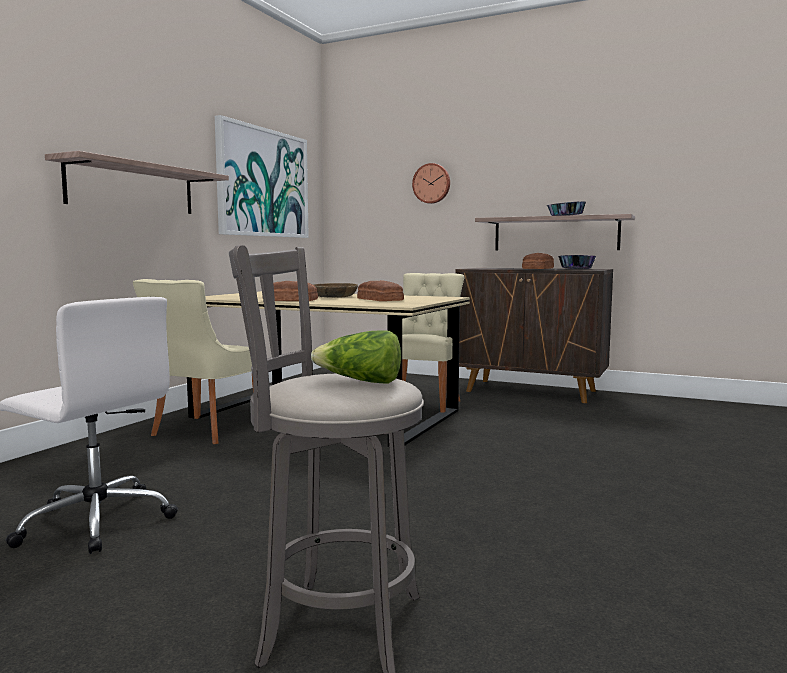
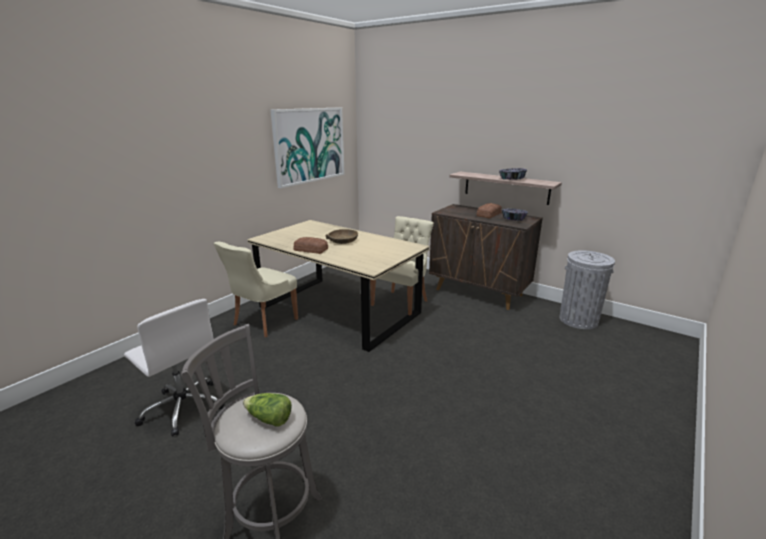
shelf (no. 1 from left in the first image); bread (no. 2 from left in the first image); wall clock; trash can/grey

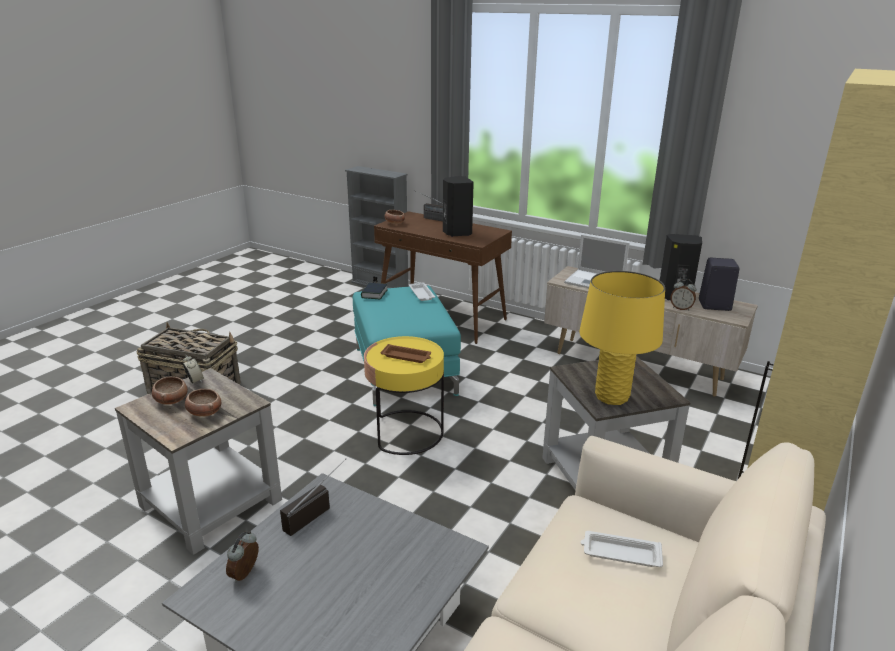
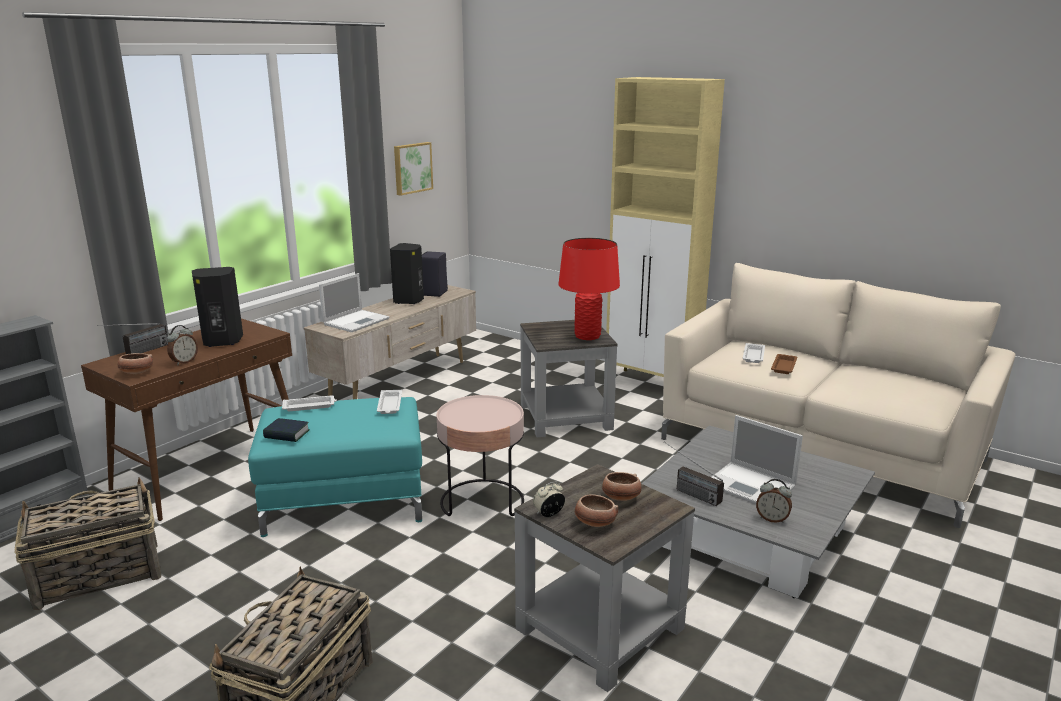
side table/pink; tray/brown; table lamp/red; alarm clock (no. 1 from left); basket (no. 1 from left); tray/white (no. 2 from left); picture; laptop (no. 2 from left)

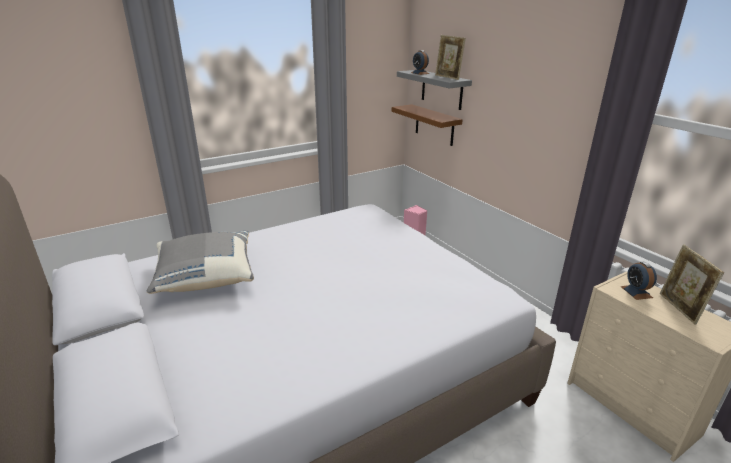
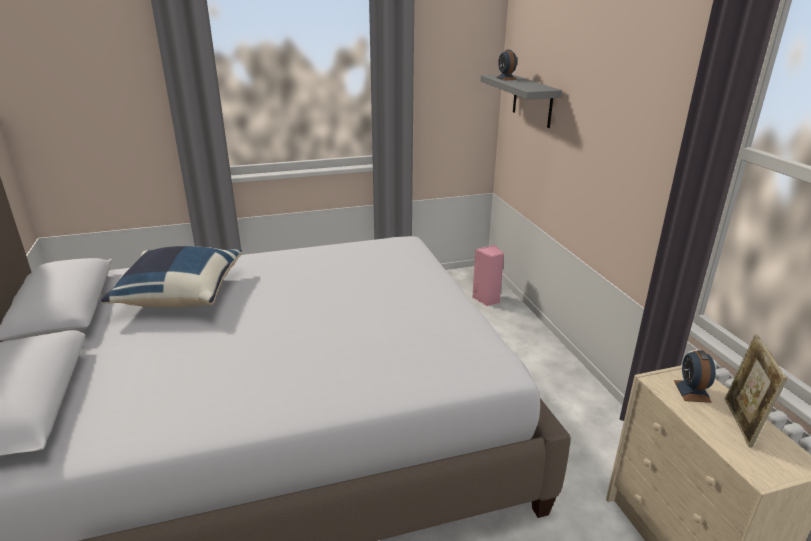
pillow/blue; shelf/brown; picture frame (no. 1 from left in the first image)

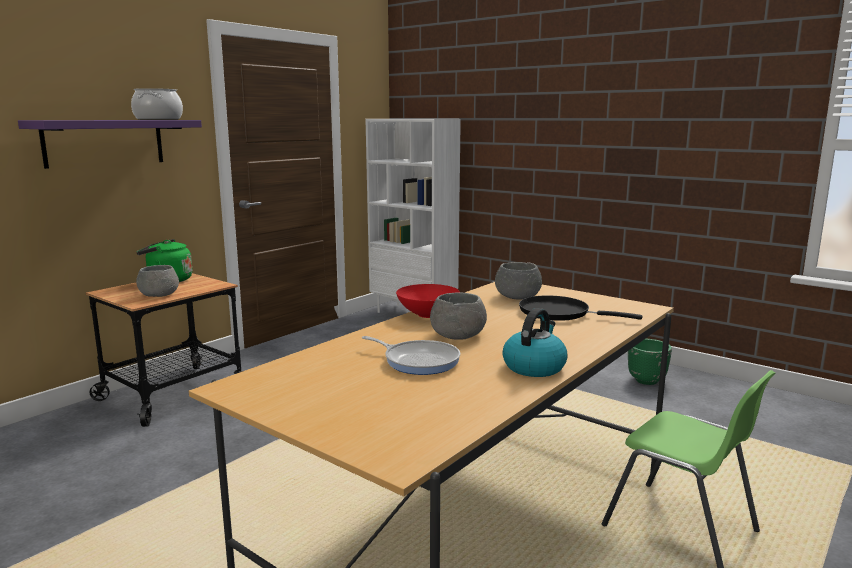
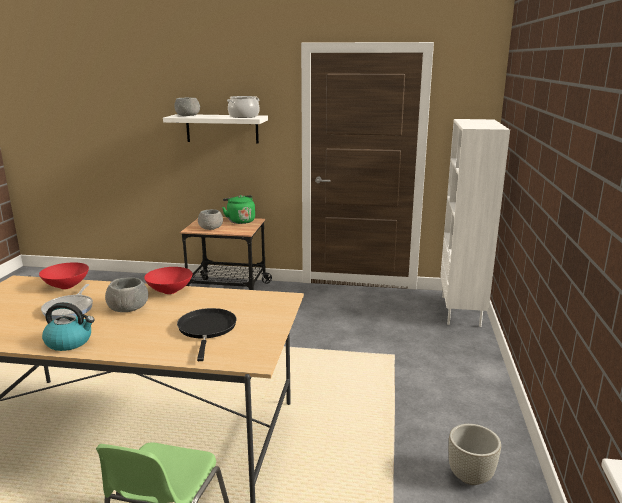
shelf/white; bowl/grey (no. 2 from left); planter/grey; bowl/red (no. 1 from left)

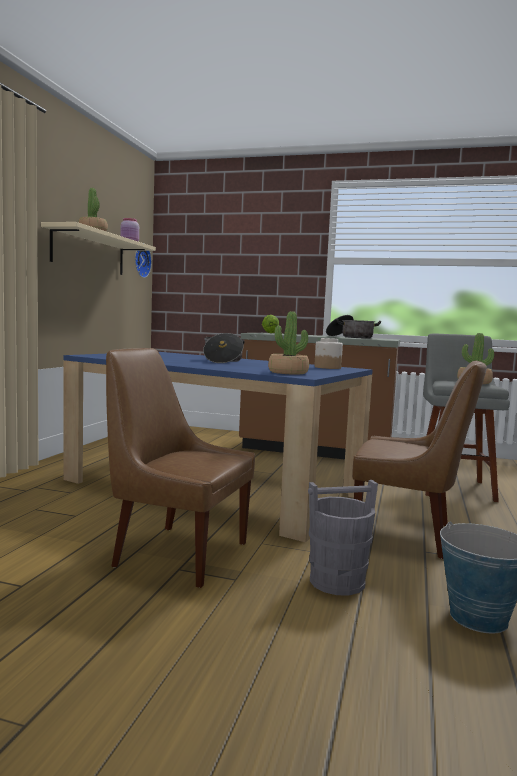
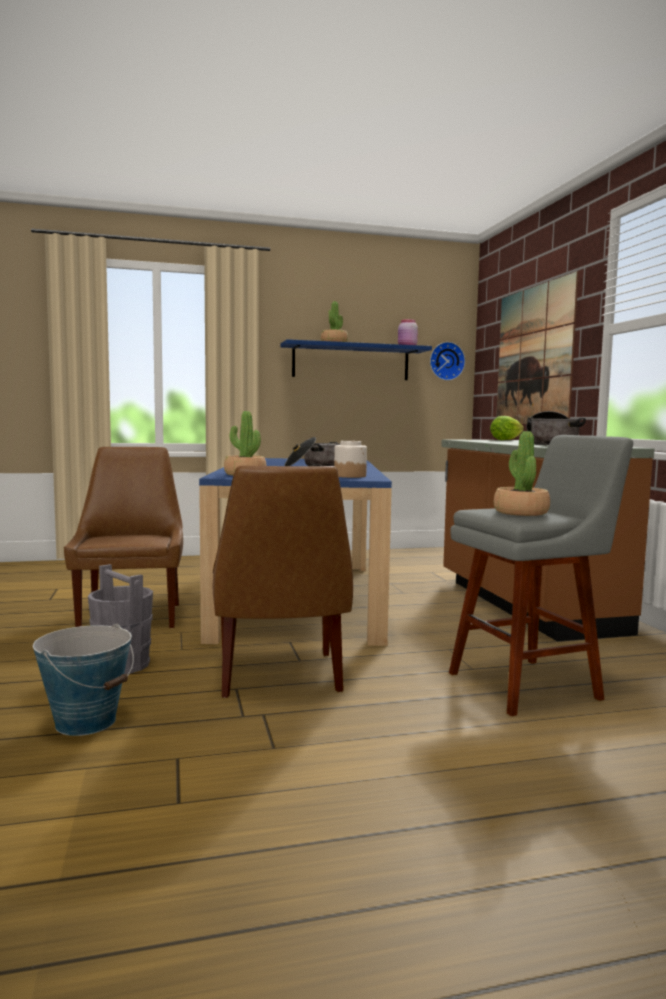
shelf/blue; picture

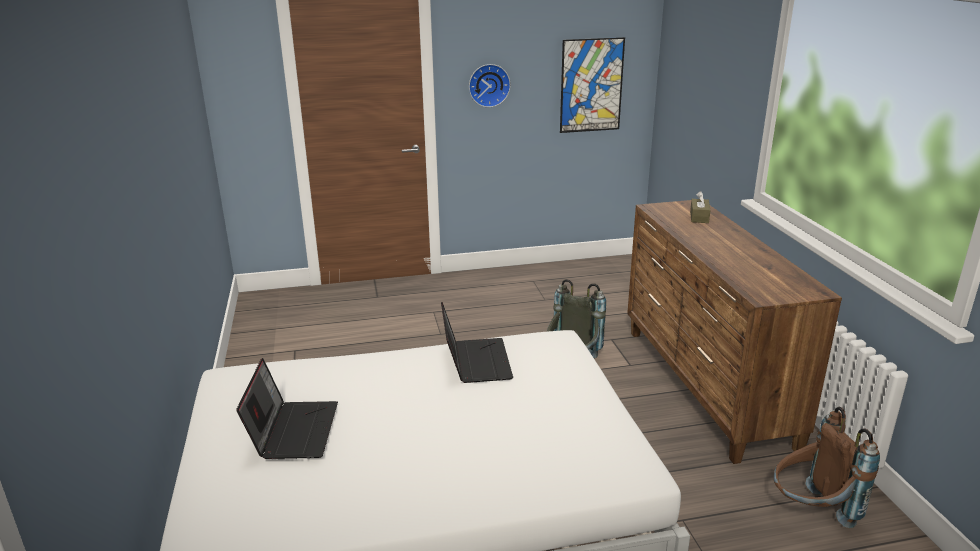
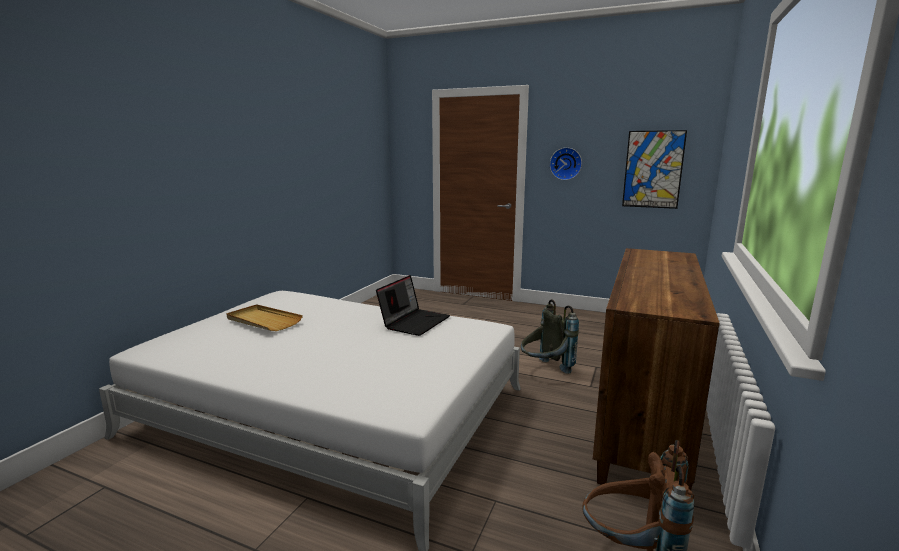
tray/beige; tissue box/brown

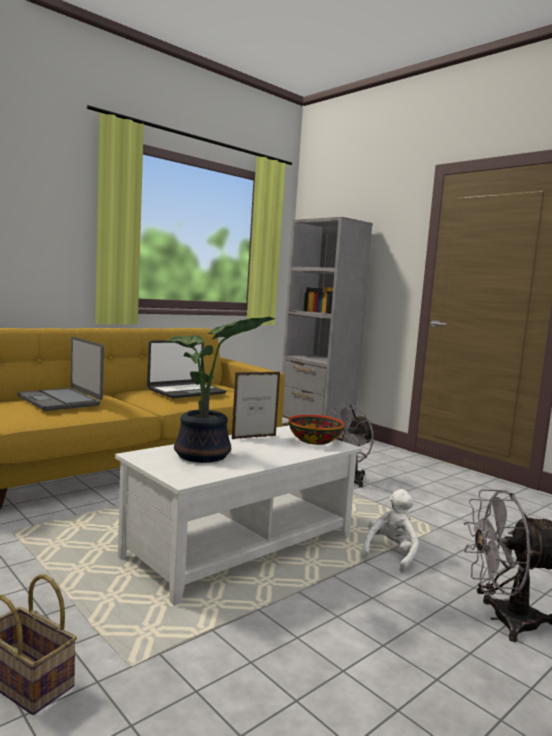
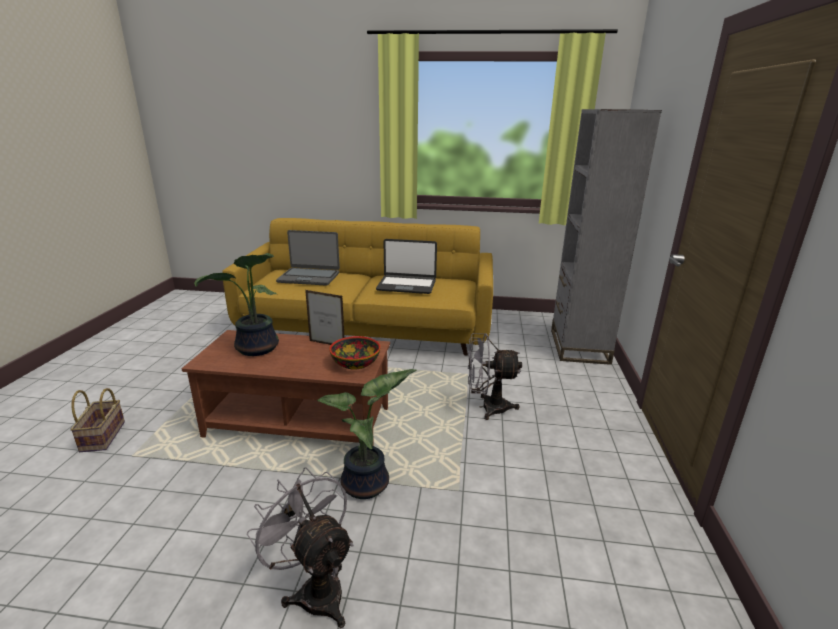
laptop (no. 1 from left); coffee table/brown; potted plant (no. 2 from left)

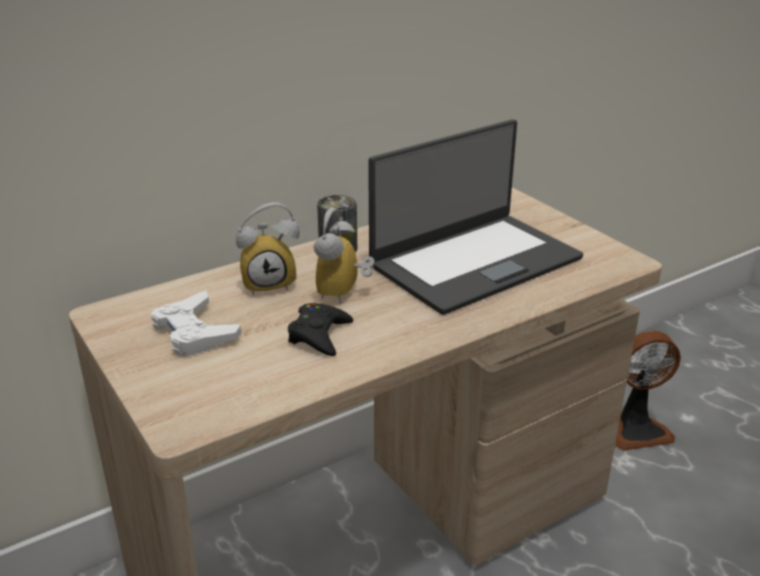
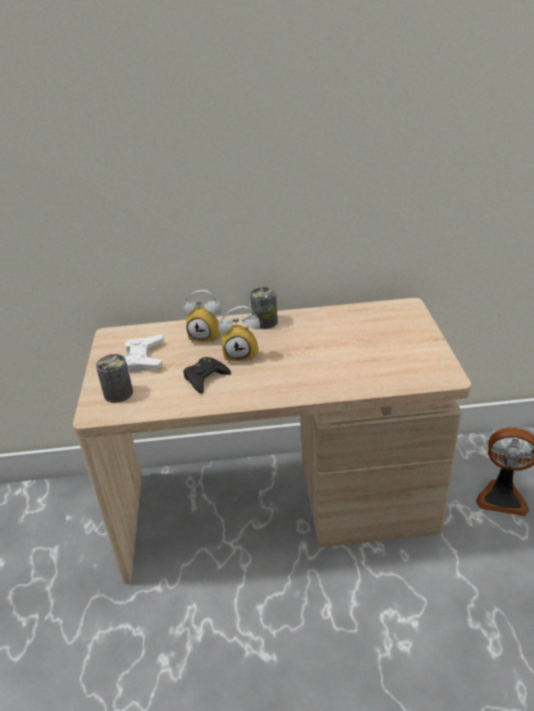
alarm clock (no. 2 from left); laptop; can (no. 1 from left)

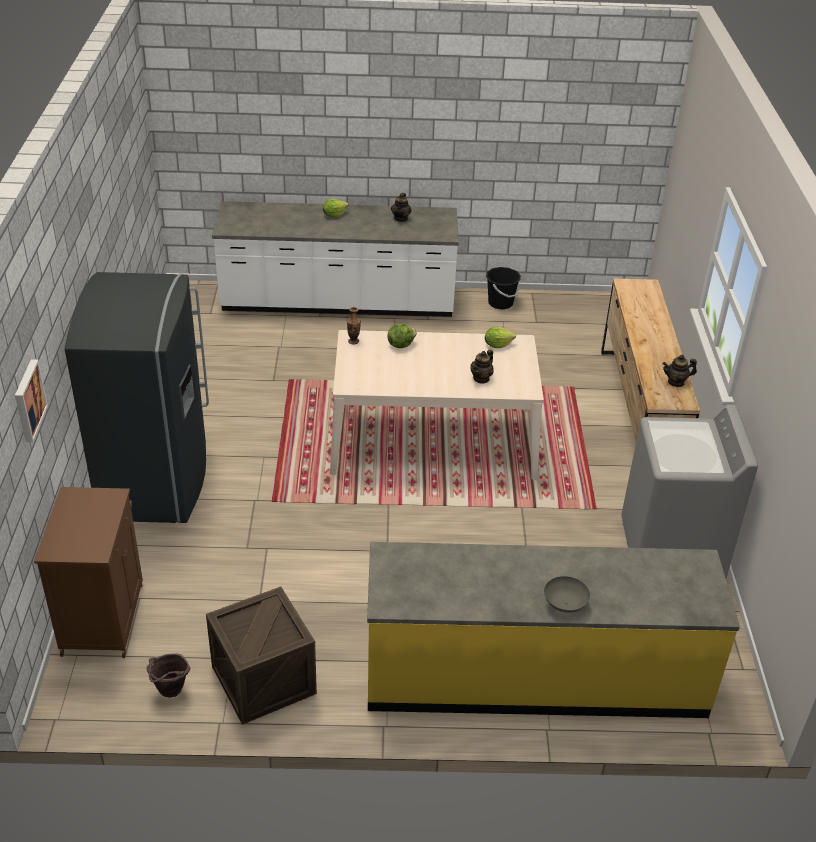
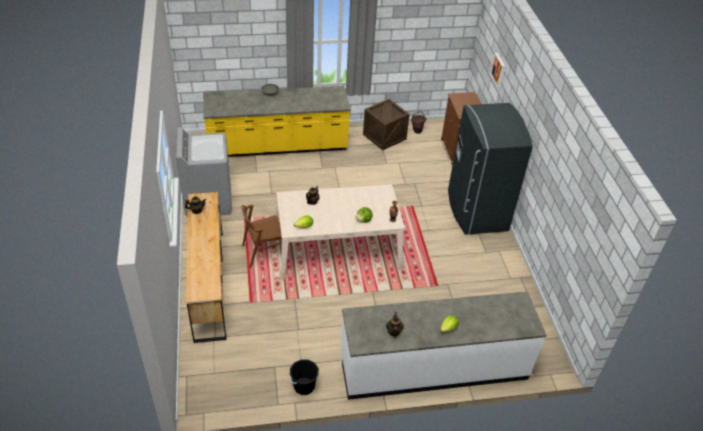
chair/brown

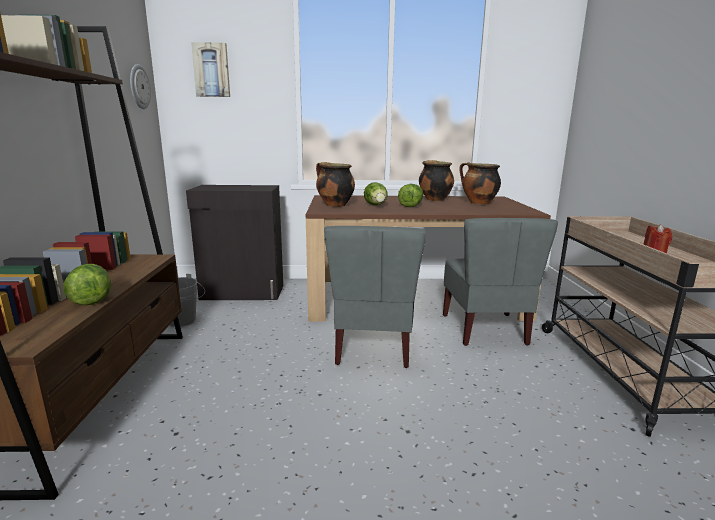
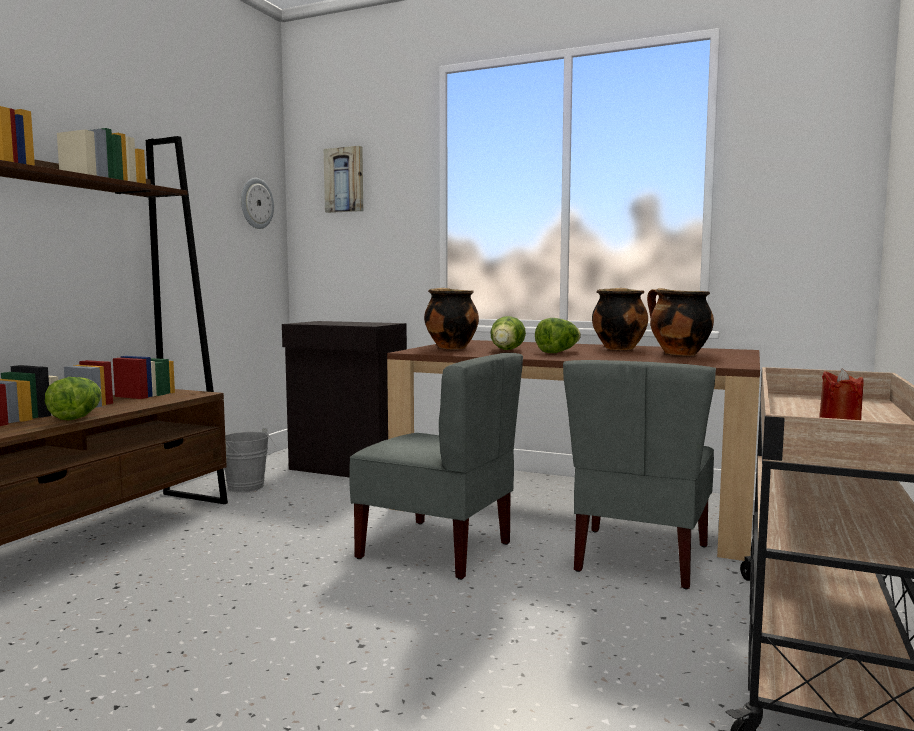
chair/grey (no. 1 from left)

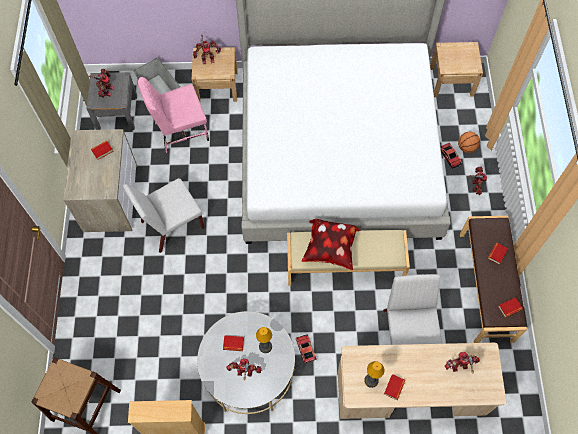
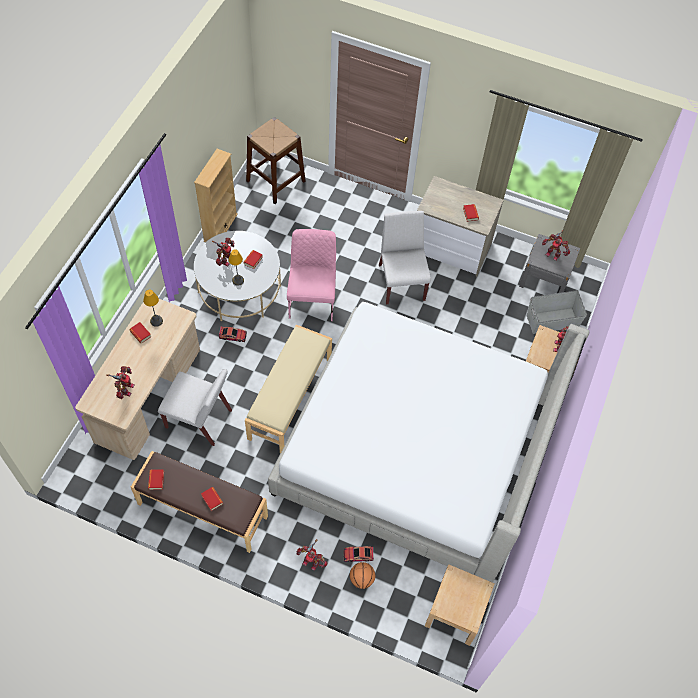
chair/pink; pillow

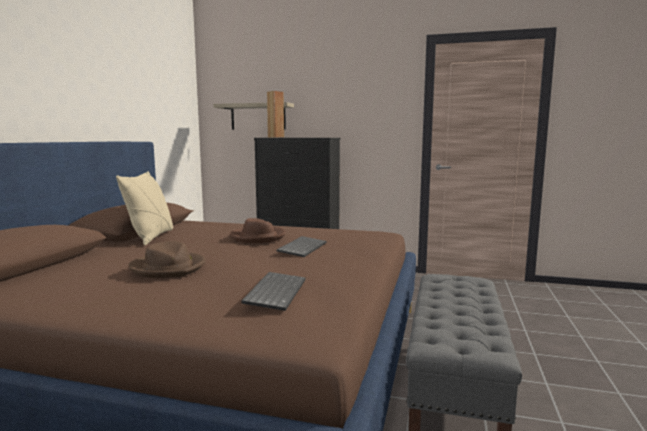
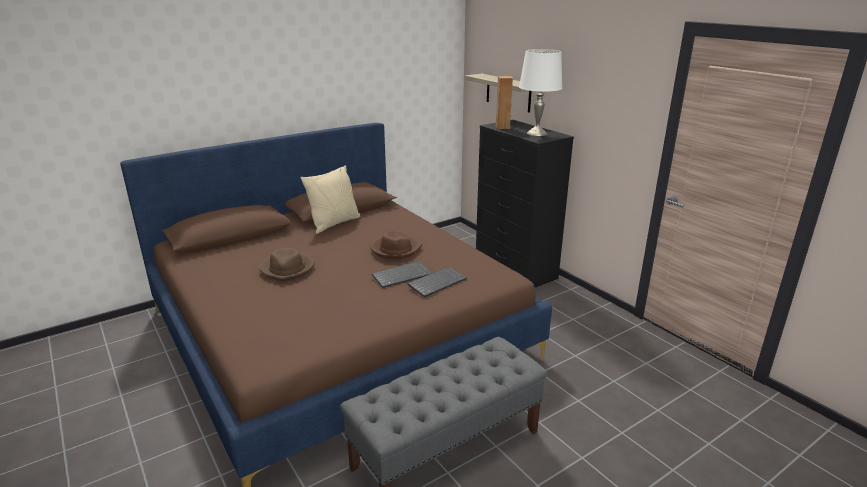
keyboard (no. 2 from left); table lamp/white

